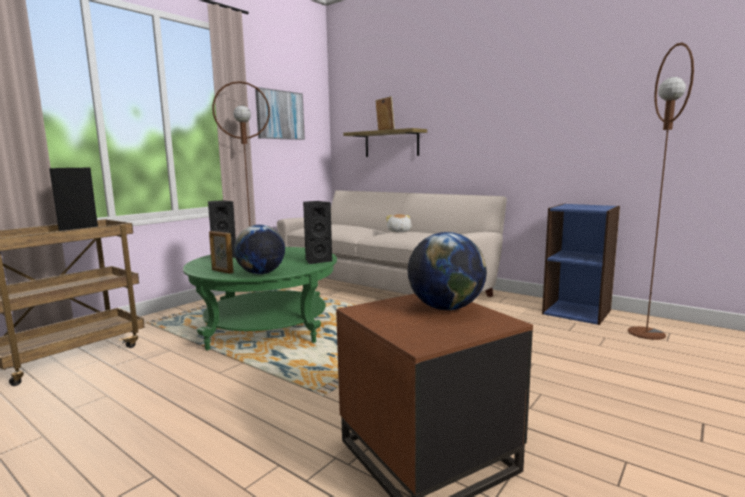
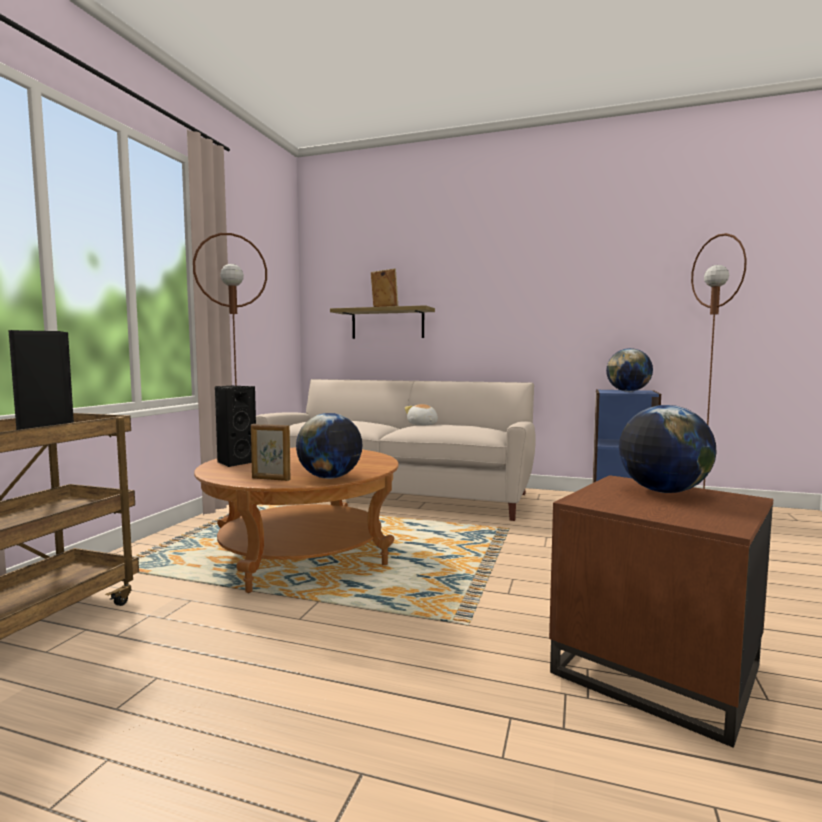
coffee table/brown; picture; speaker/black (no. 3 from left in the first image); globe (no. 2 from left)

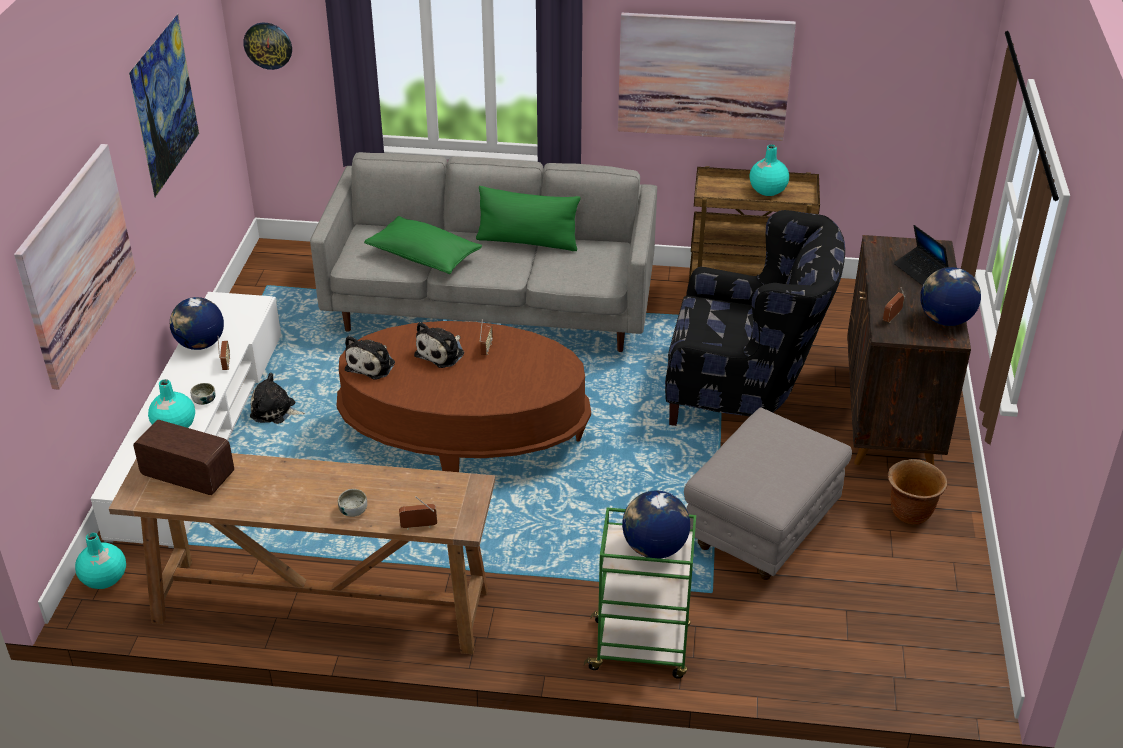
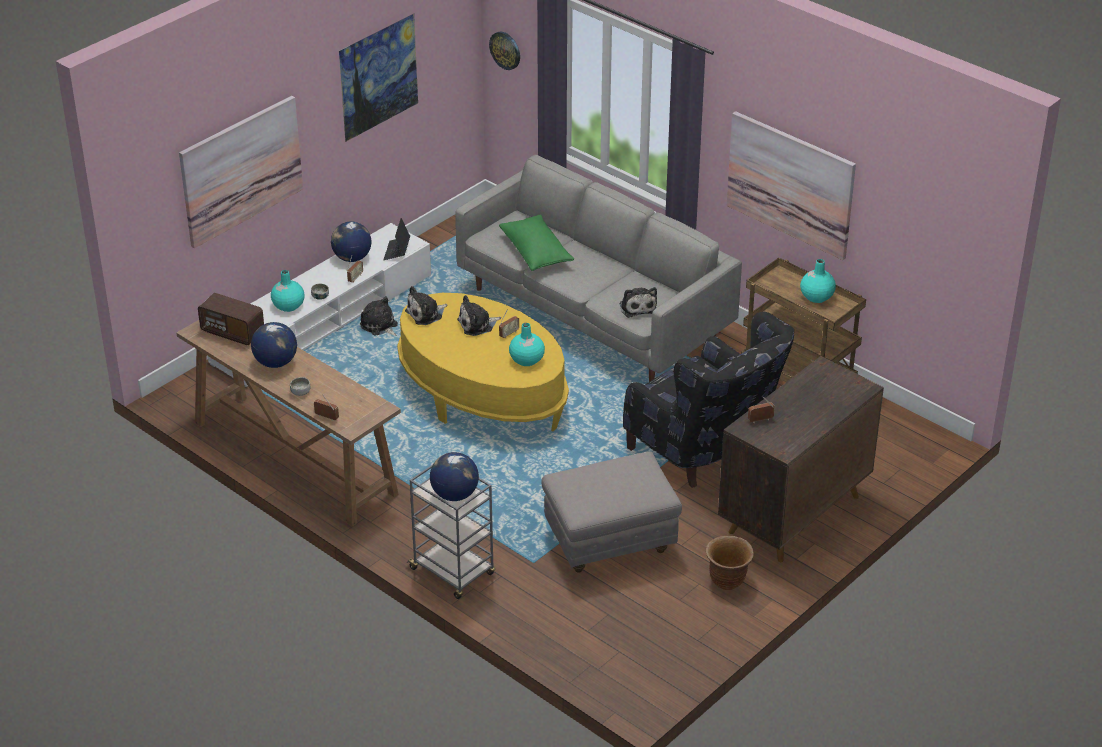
vase/turquoise (no. 2 from left); radio (no. 1 from left); coffee table/yellow; pillow/green (no. 2 from left in the first image); cart/grey; laptop; globe (no. 1 from left); plush toy (no. 4 from left)

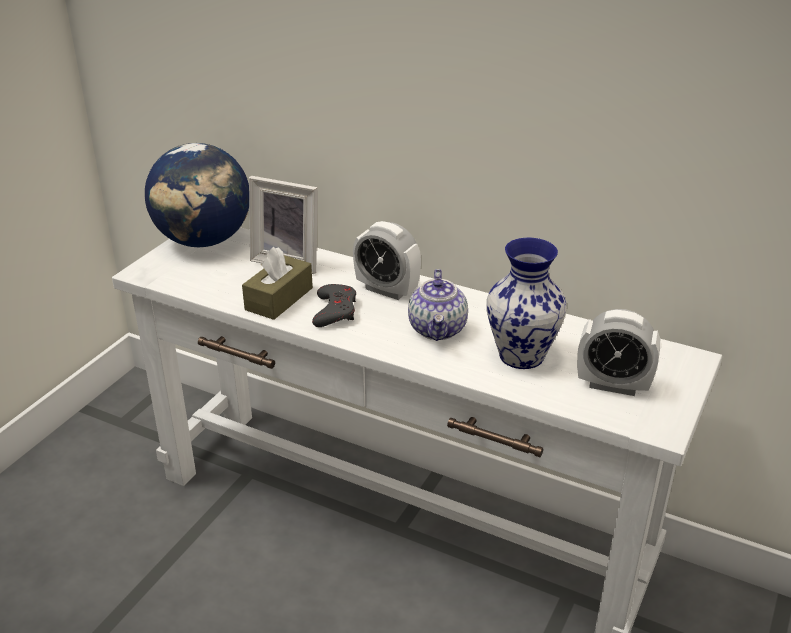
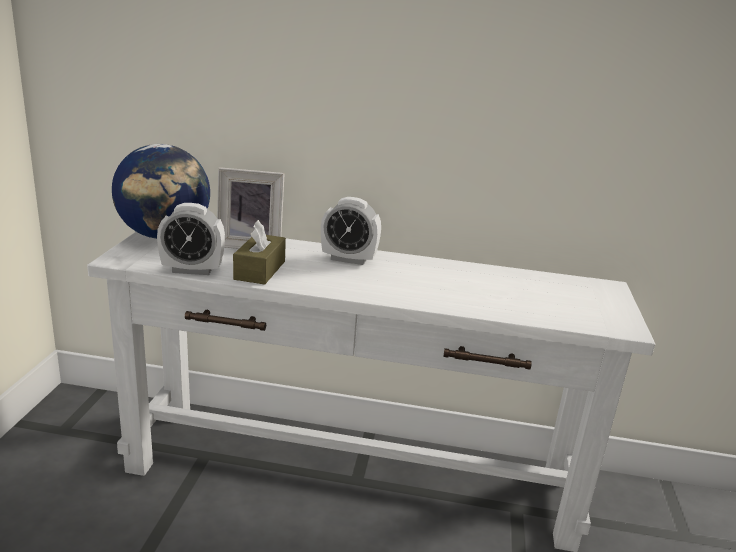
game controller/grey; teapot; vase; alarm clock (no. 1 from left)

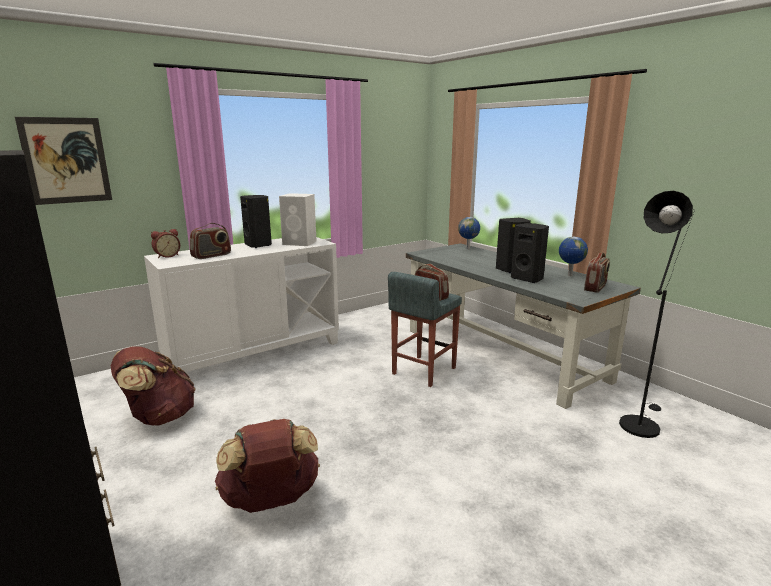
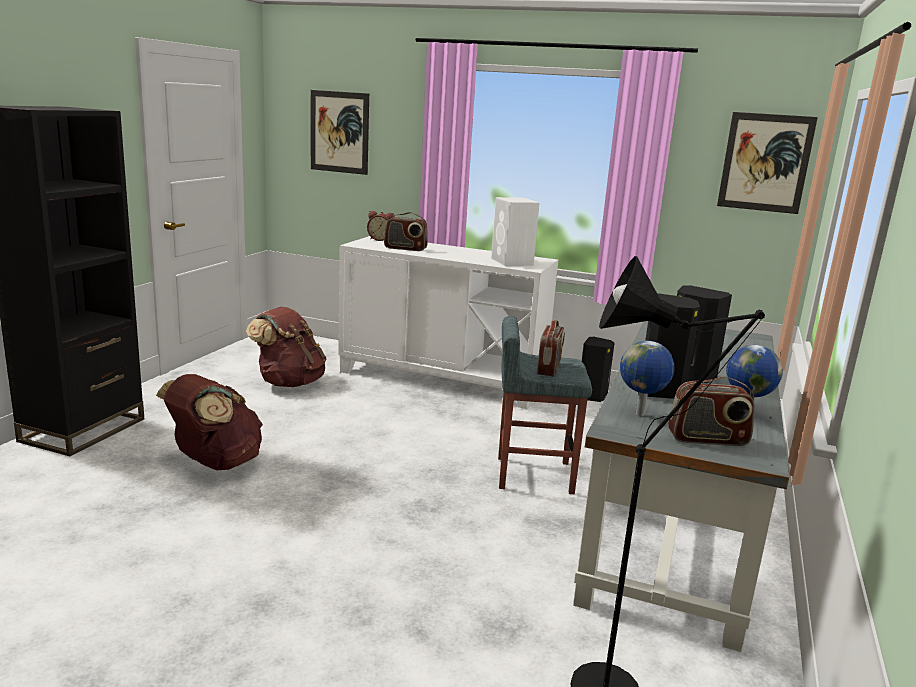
speaker/black (no. 1 from left); globe (no. 1 from left); picture (no. 2 from left)

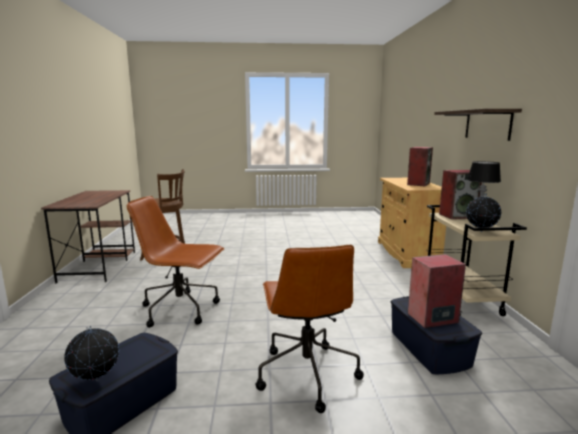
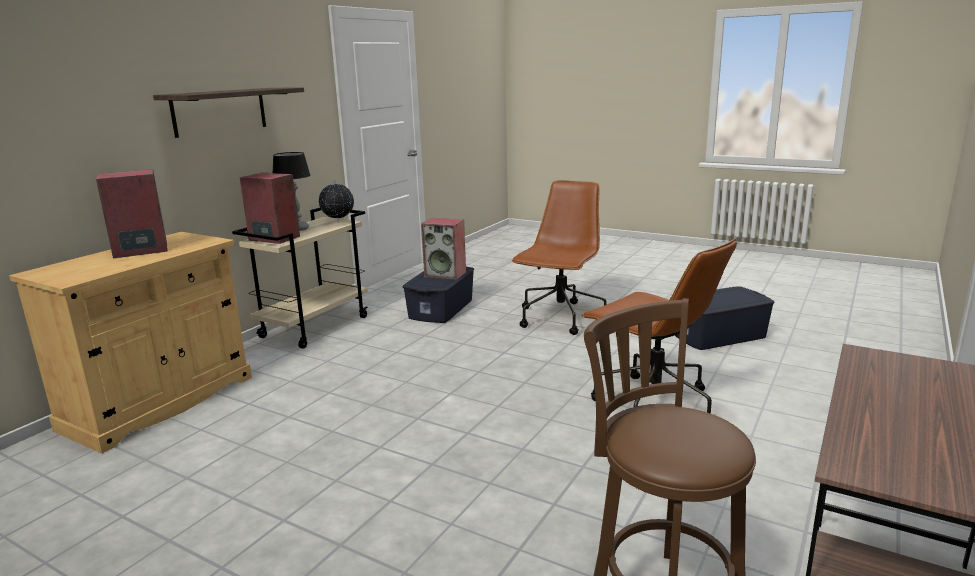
globe (no. 1 from left in the first image)

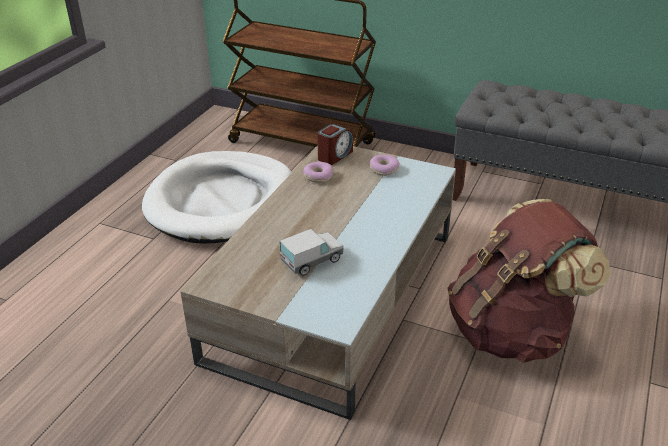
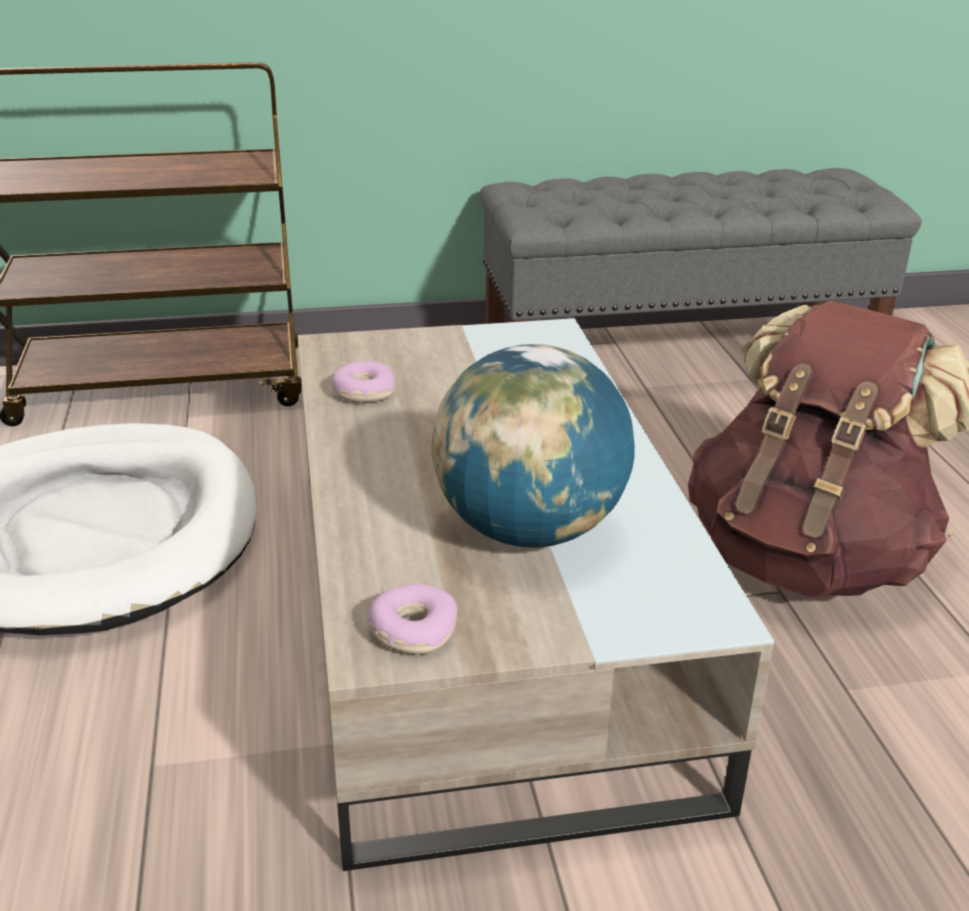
globe; alarm clock; donut (no. 2 from left)

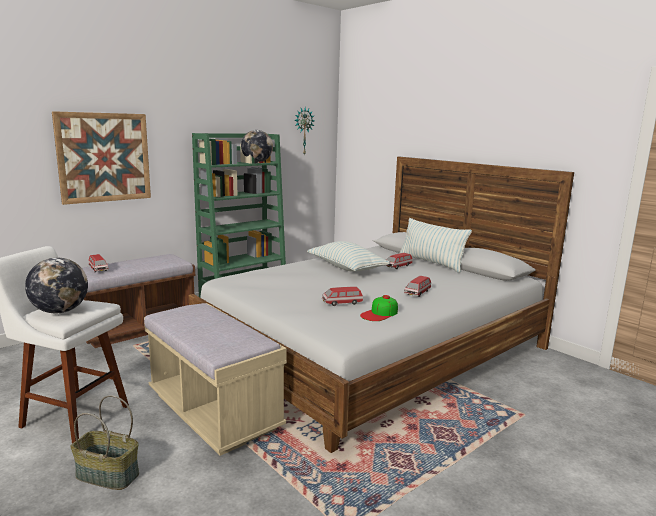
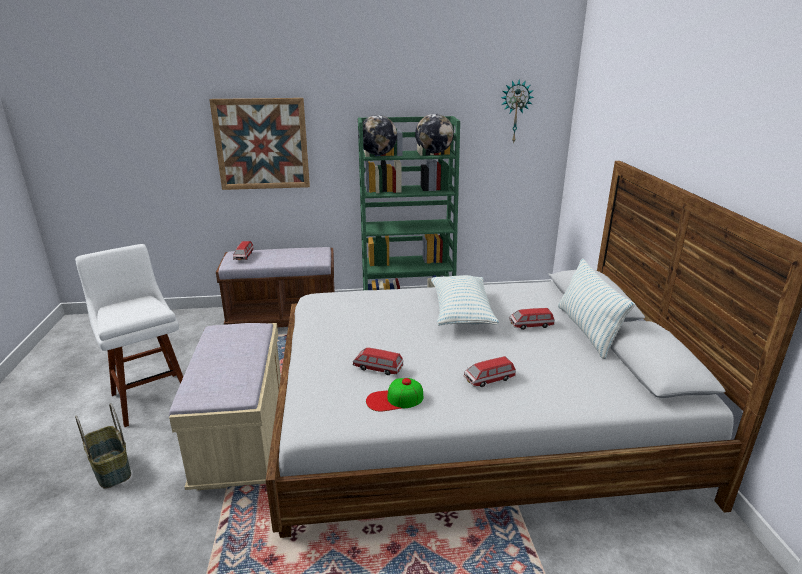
globe (no. 1 from left)

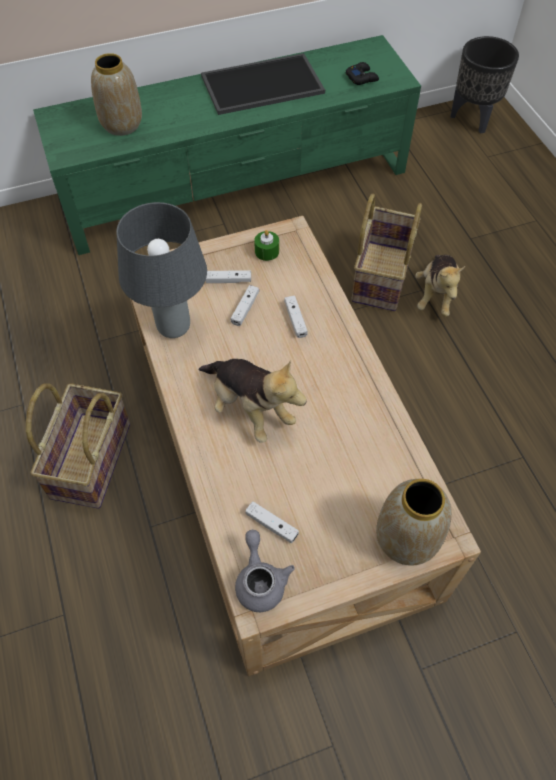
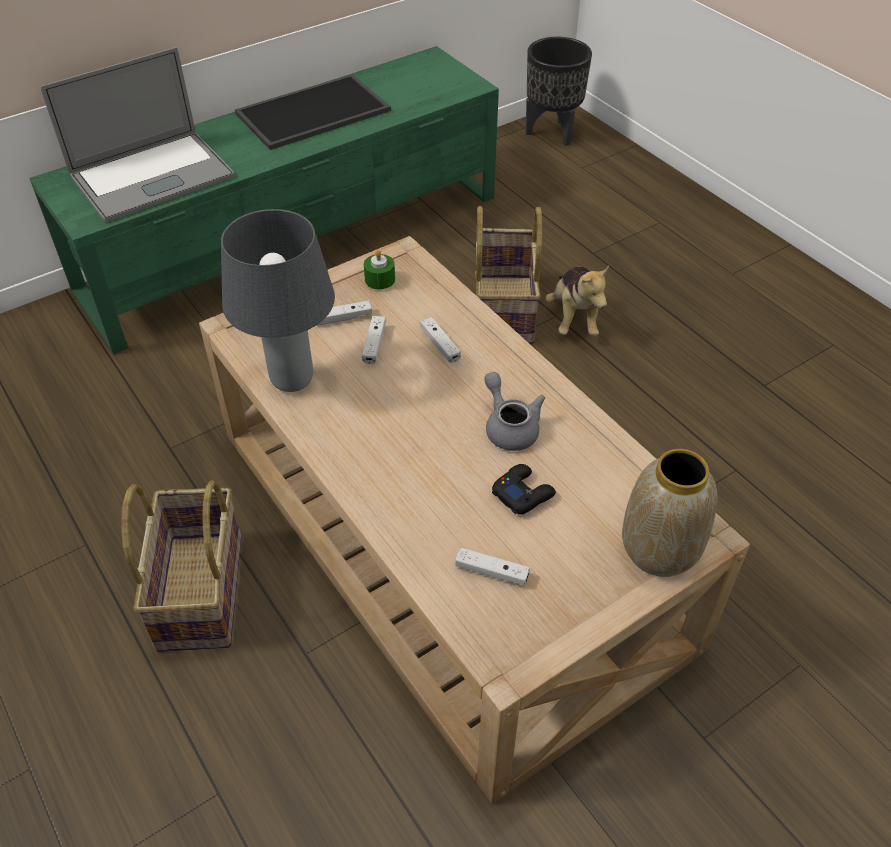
laptop; plush toy (no. 1 from left in the first image); teapot/grey; game controller/black

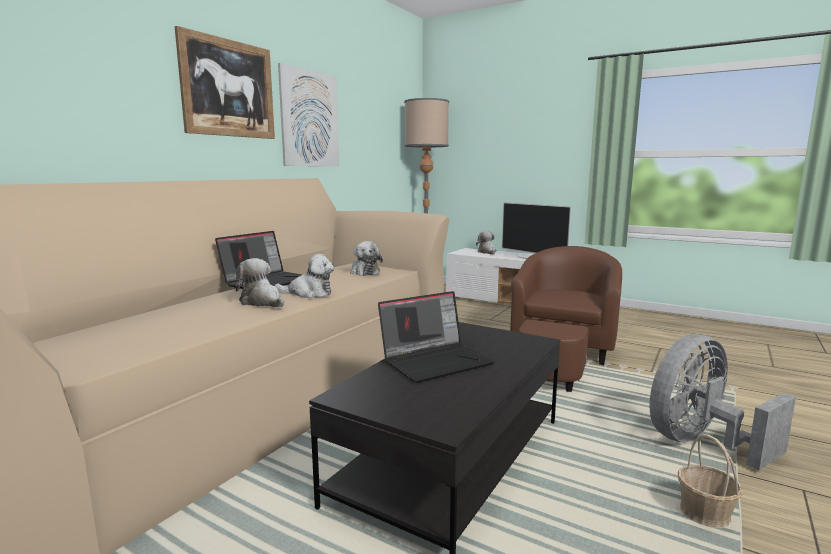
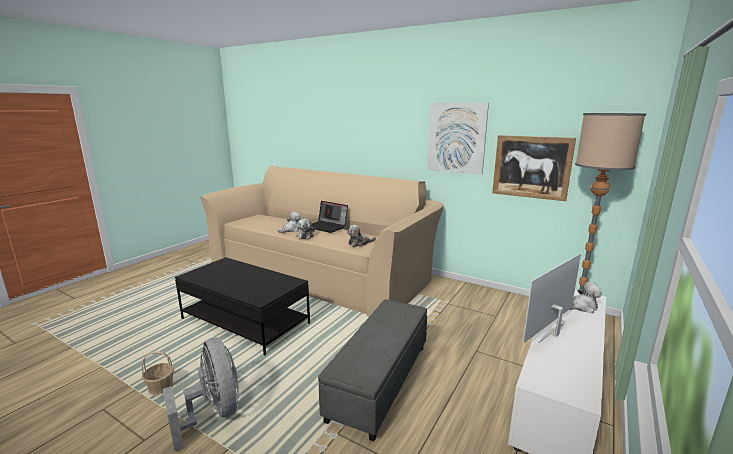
picture (no. 2 from left); laptop (no. 2 from left in the first image); ottoman/grey

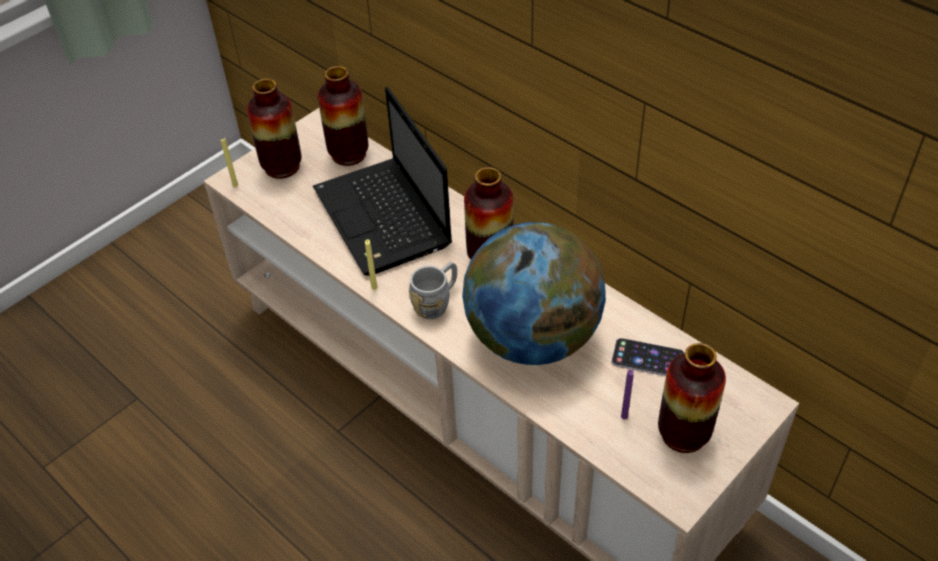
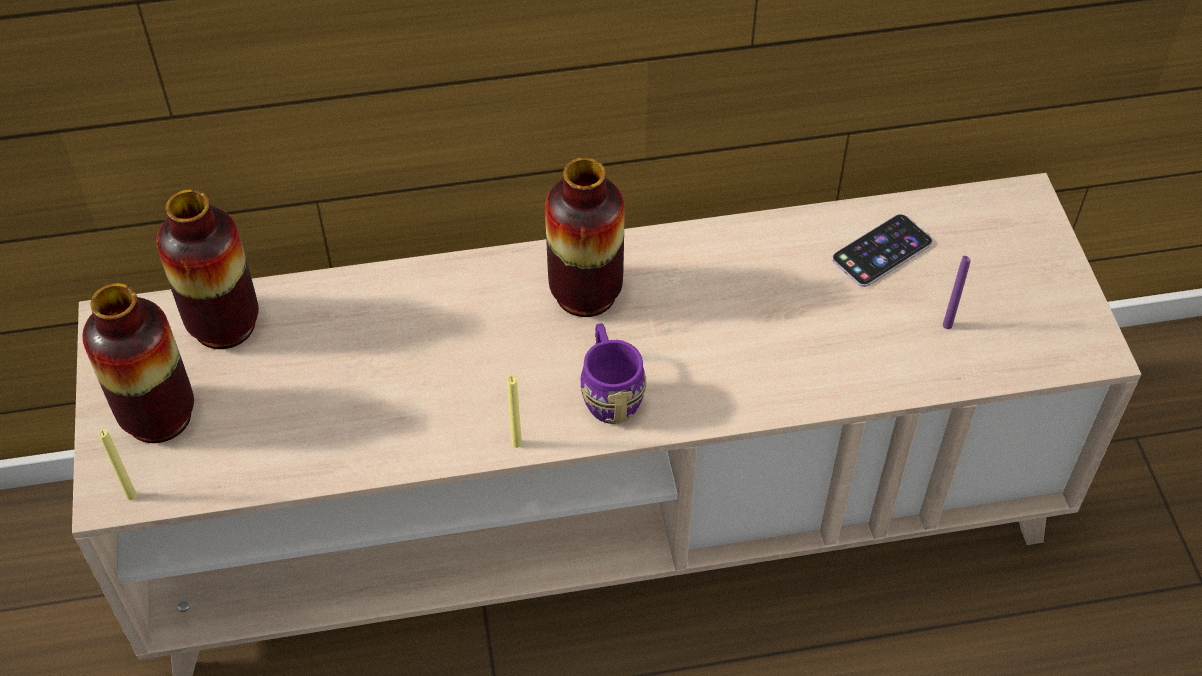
laptop; mug/purple; globe; vase (no. 4 from left in the first image)

